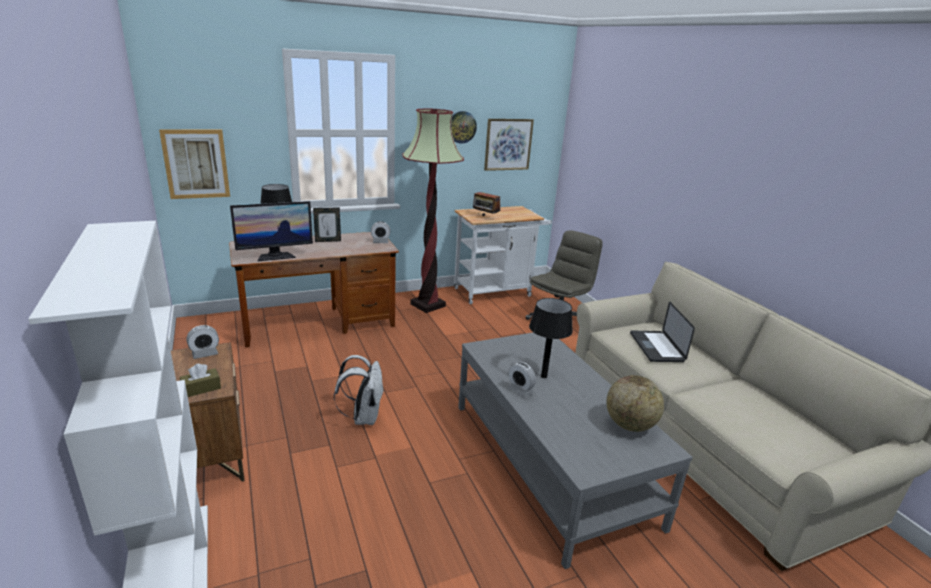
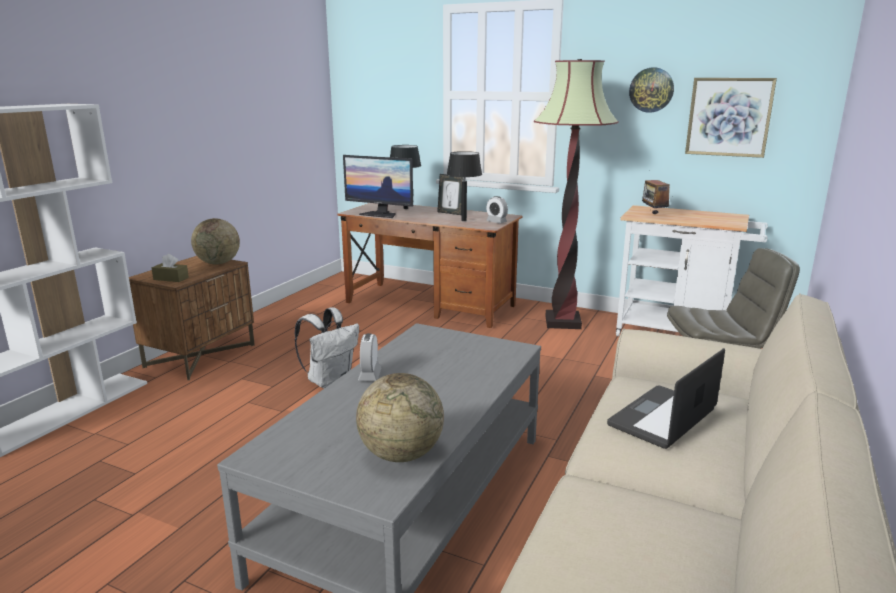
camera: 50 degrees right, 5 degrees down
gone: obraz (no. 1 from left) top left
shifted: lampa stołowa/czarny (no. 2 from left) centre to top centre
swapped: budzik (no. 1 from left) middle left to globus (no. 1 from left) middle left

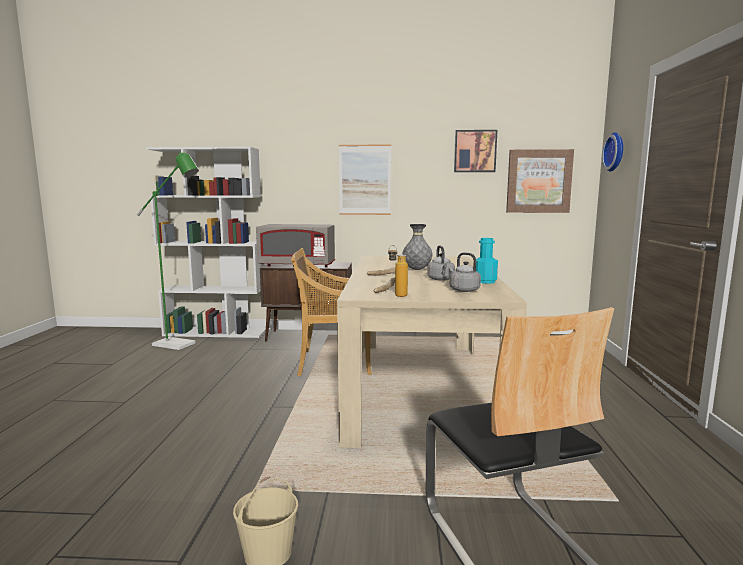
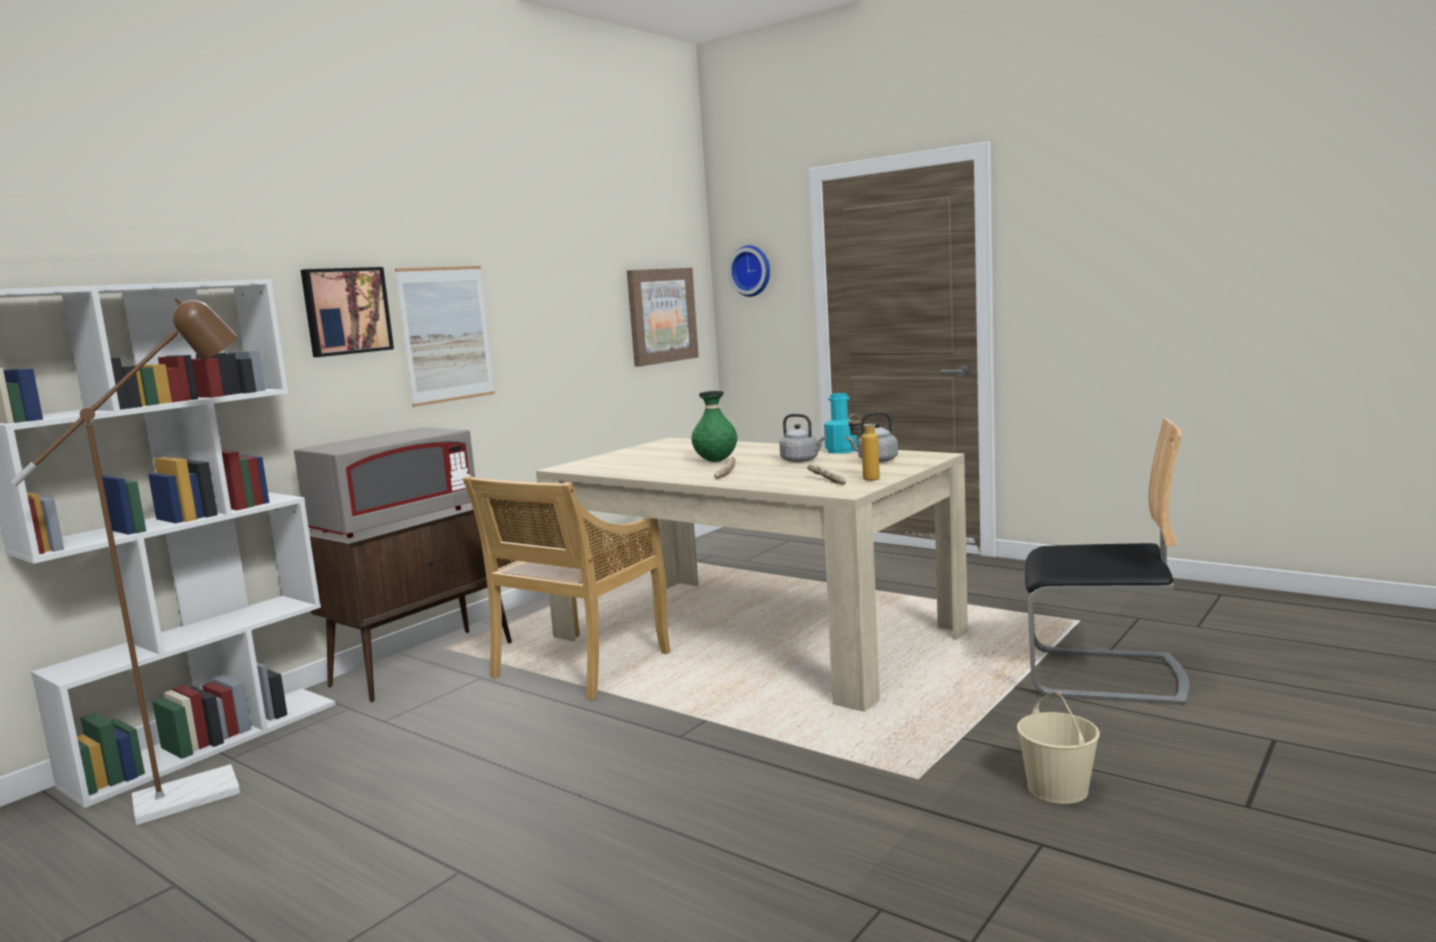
camera: 55 degrees left, 0 degrees up
shifted: obraz (no. 2 from left in the first image) top centre to obraz (no. 1 from left) top left
repainted: lampa stojąca/zielony middle left to lampa stojąca/brązowy middle left; wazon/szary centre to wazon/zielony centre

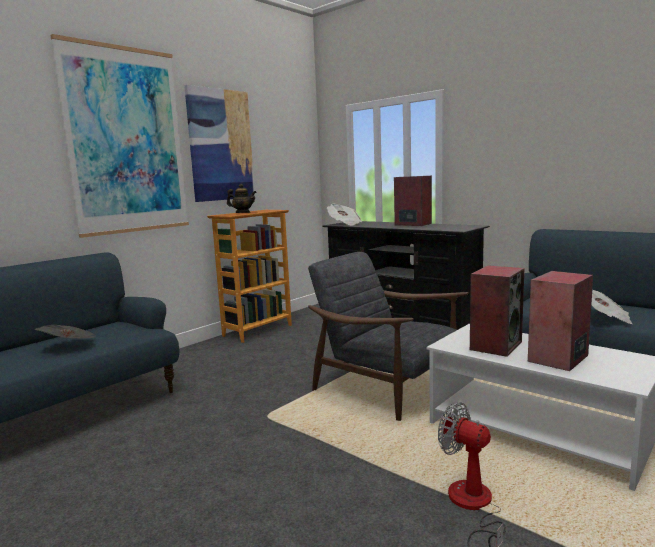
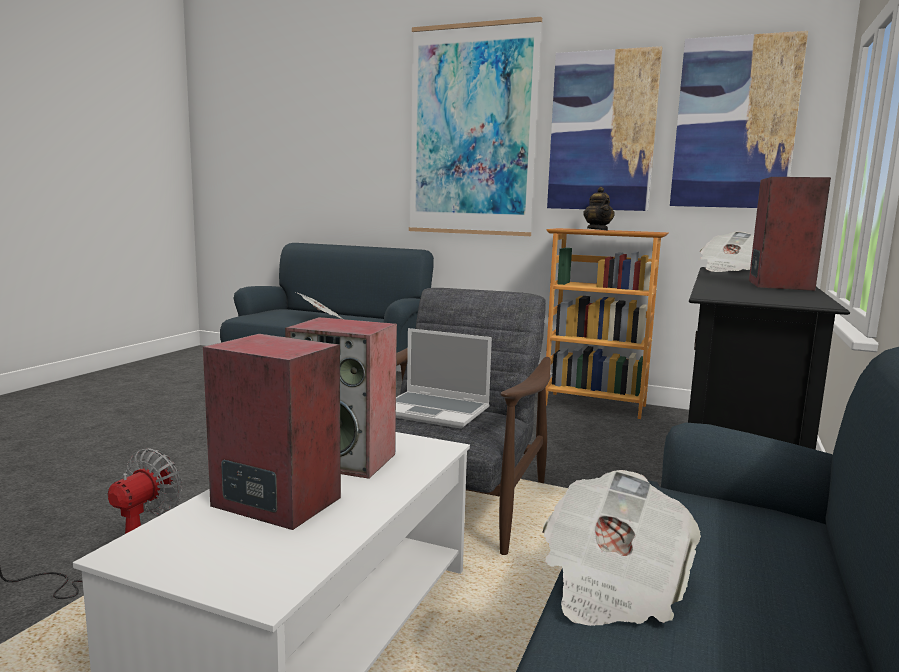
camera: 70 degrees right, 0 degrees up
new: laptop centre; obraz (no. 3 from left) top right

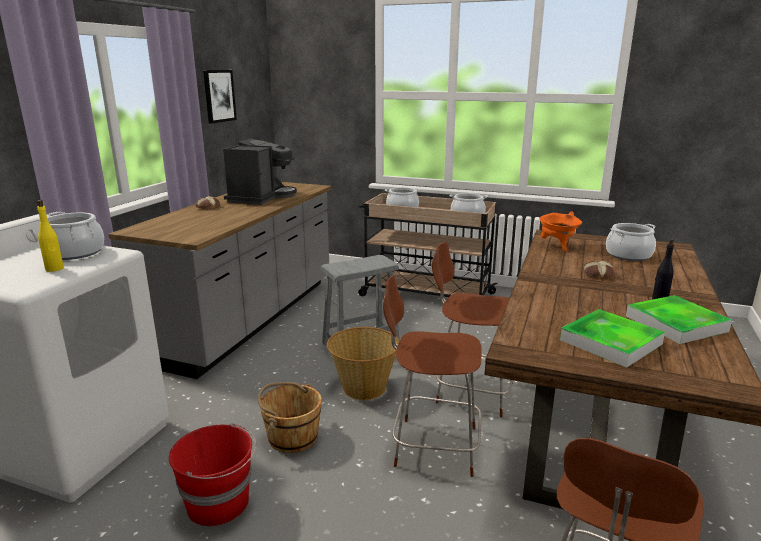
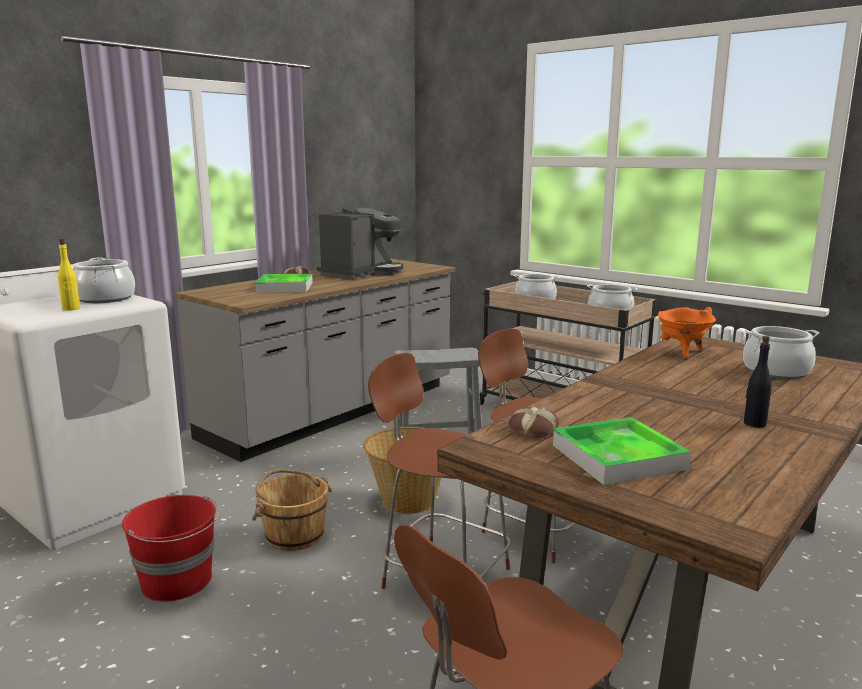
camera: 20 degrees right, 5 degrees down
gone: obraz top left
shifted: chleb (no. 2 from left) middle right to centre; taca (no. 2 from left in the first image) middle right to taca (no. 1 from left) middle left

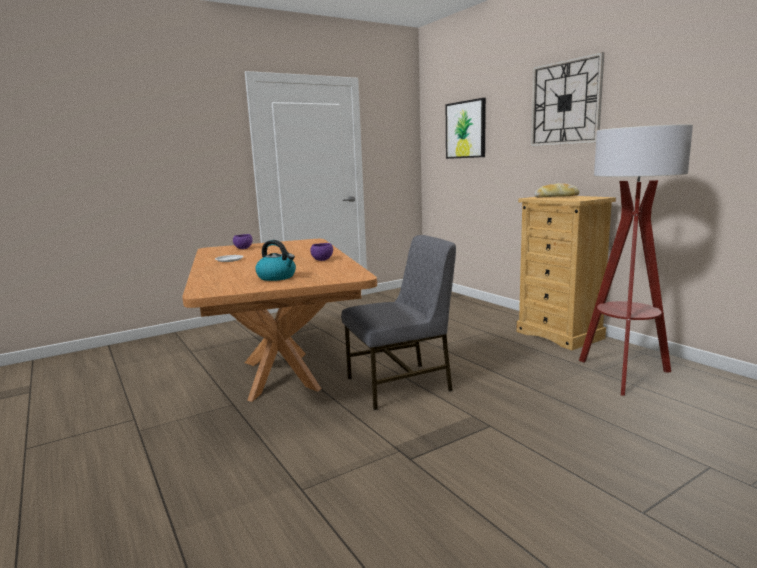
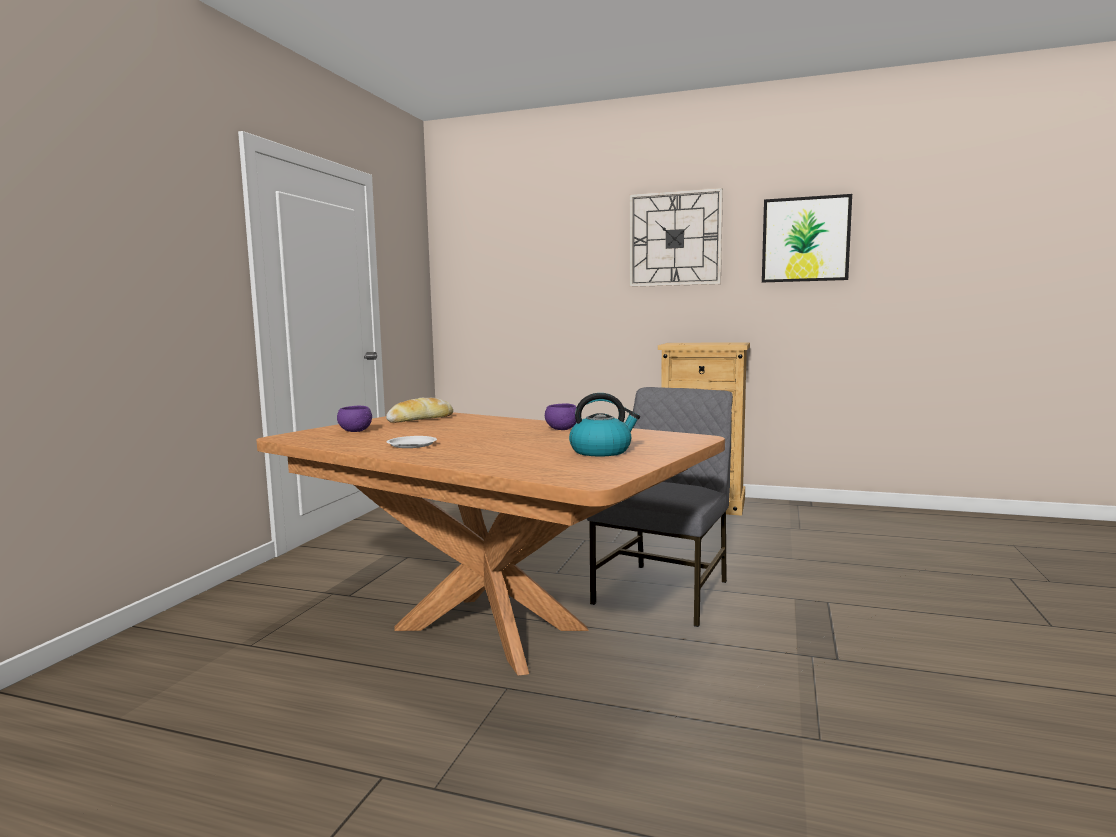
camera: 40 degrees left, 5 degrees down
gone: lampa stojąca middle right
shifted: obraz top centre to top right; chleb middle right to centre

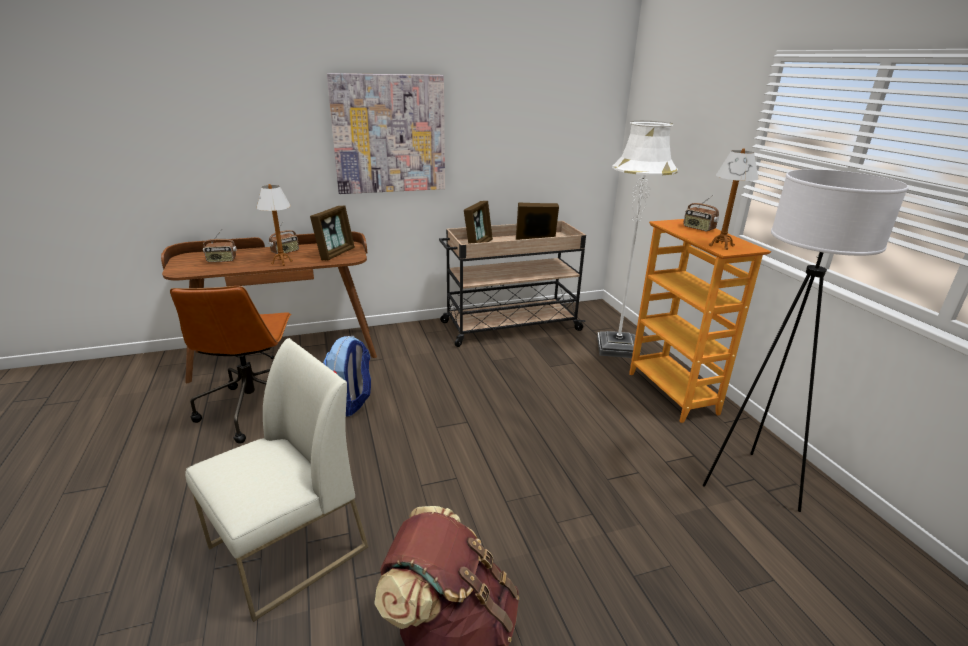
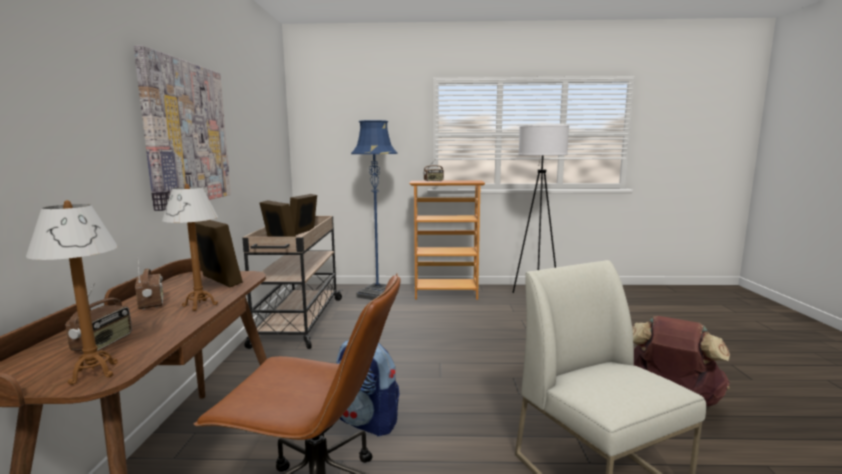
camera: 70 degrees left, 15 degrees down
shifted: lampa stołowa (no. 2 from left in the first image) top right to lampa stołowa (no. 1 from left) middle left
repainted: lampa stojąca/biały (no. 1 from left) centre to lampa stojąca/niebieski centre

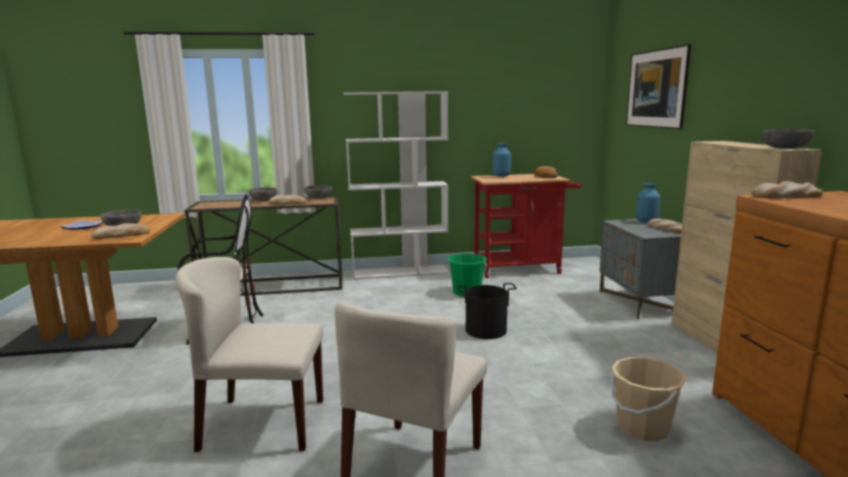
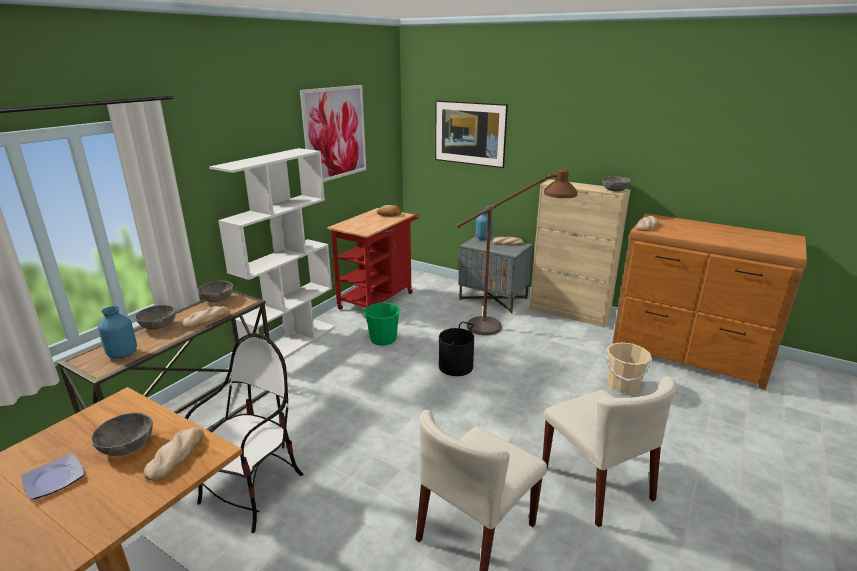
camera: 50 degrees left, 10 degrees up
new: obraz (no. 1 from left) top centre; lampa stojąca/brązowy centre
shifted: wazon/niebieski (no. 1 from left) centre to middle left

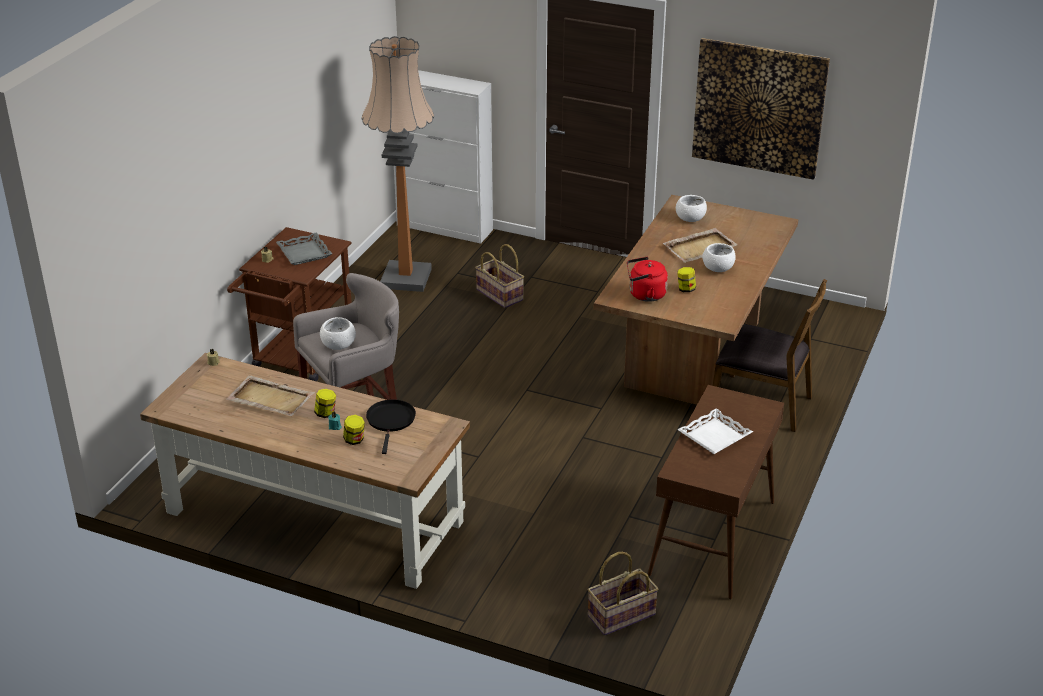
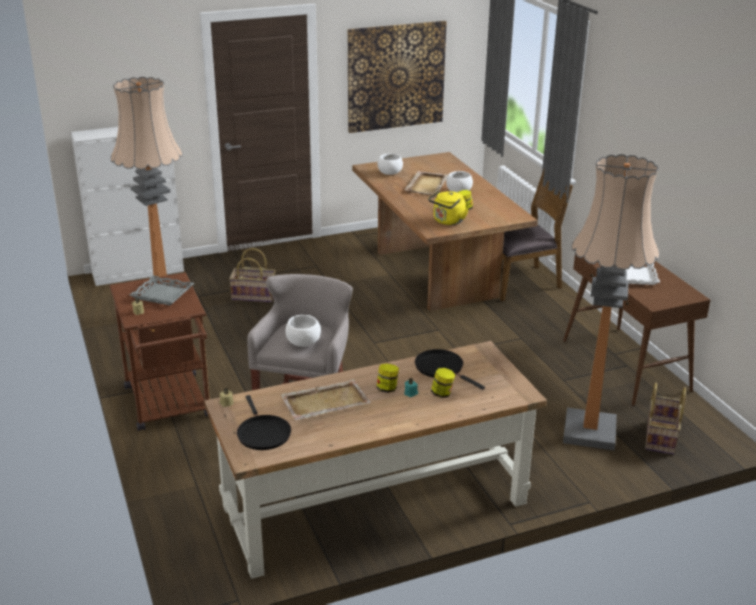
camera: 45 degrees left, 5 degrees down
new: patelnia/czarny (no. 1 from left) bottom centre; lampa stojąca (no. 2 from left) middle right
repainted: czajnik/czerwony centre to czajnik/żółty centre

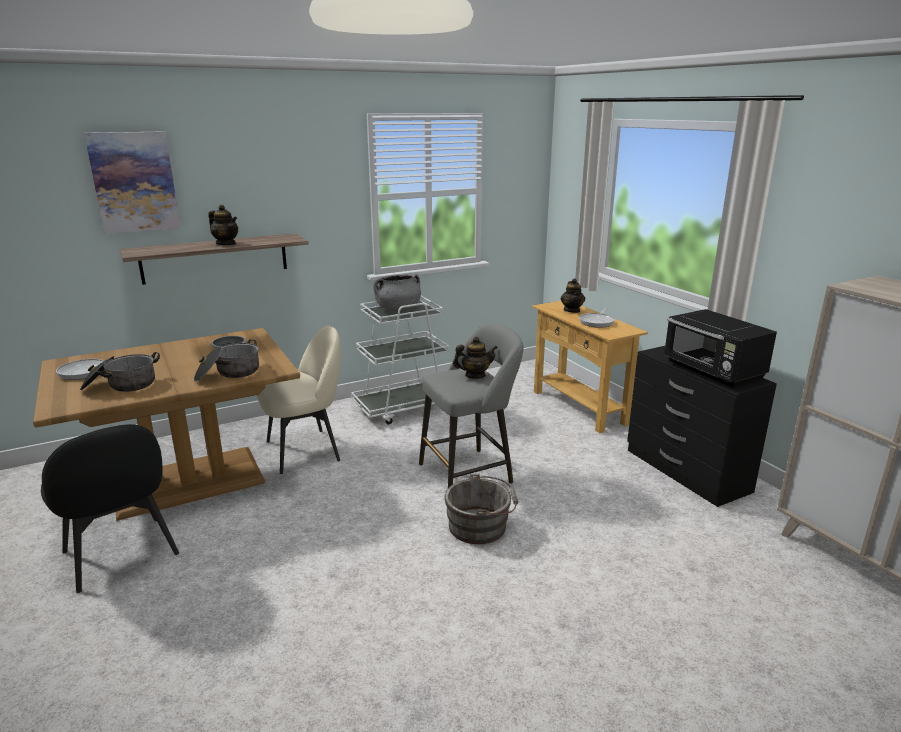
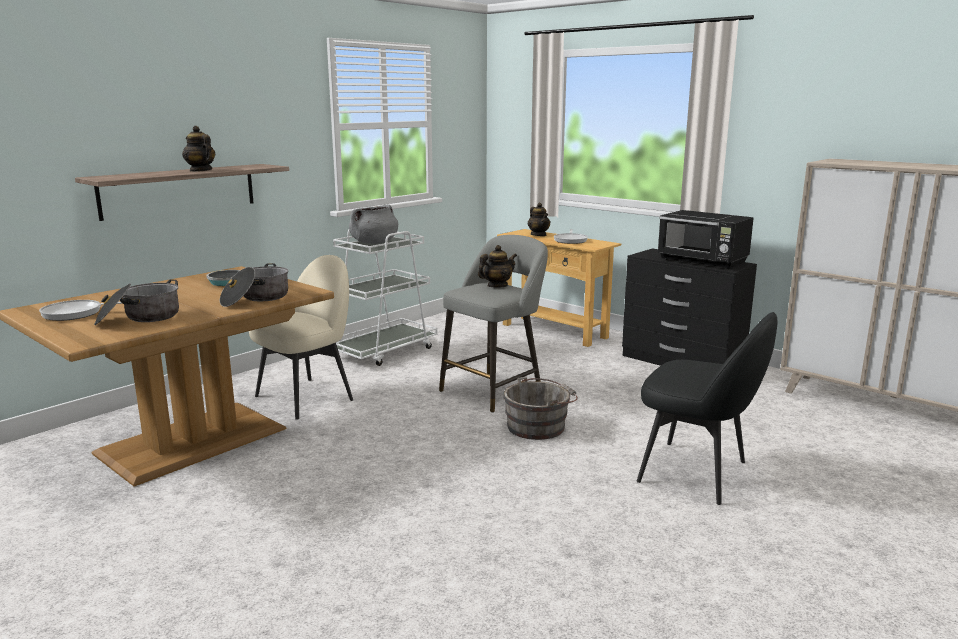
camera: 20 degrees left, 5 degrees down
gone: obraz top left
shifted: krzesło/czarny bottom left to middle right
rotated: imbryk (no. 1 from left) top left = top left 150 degrees counterclockwise

